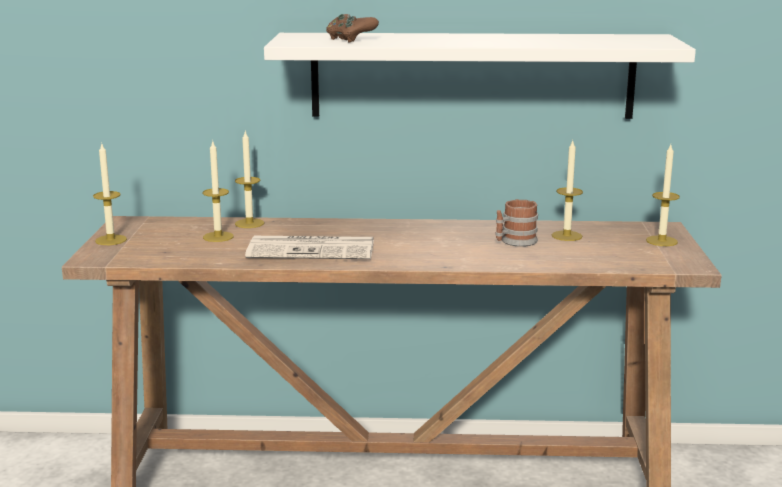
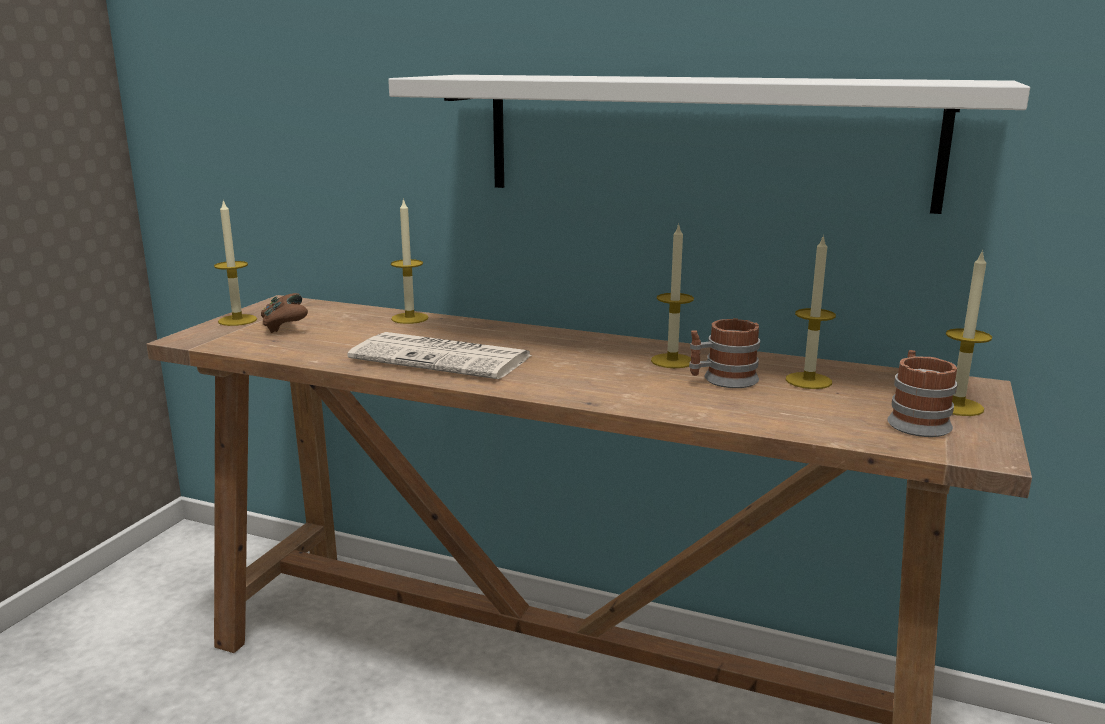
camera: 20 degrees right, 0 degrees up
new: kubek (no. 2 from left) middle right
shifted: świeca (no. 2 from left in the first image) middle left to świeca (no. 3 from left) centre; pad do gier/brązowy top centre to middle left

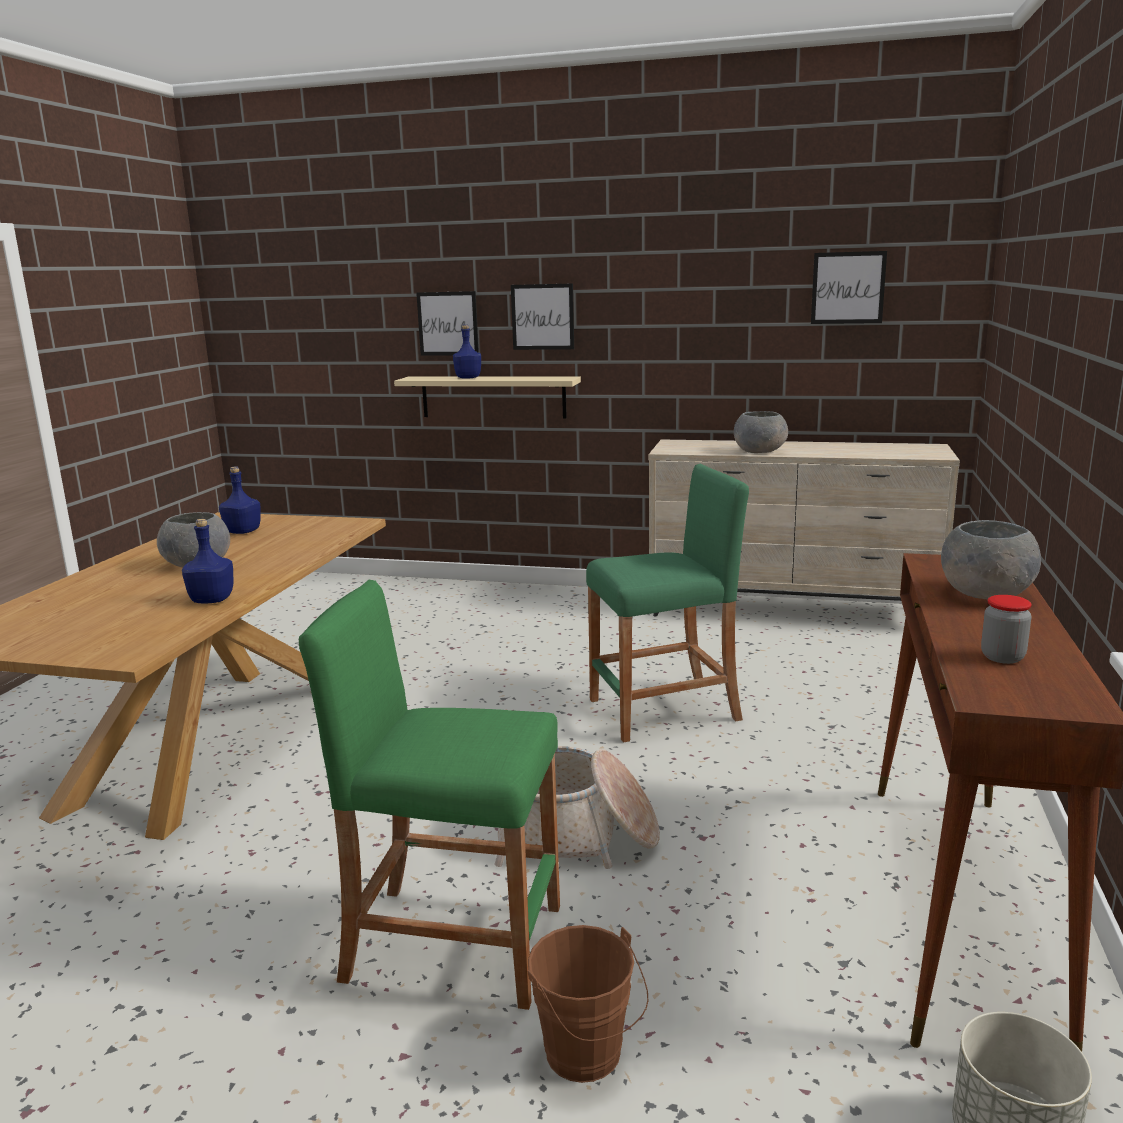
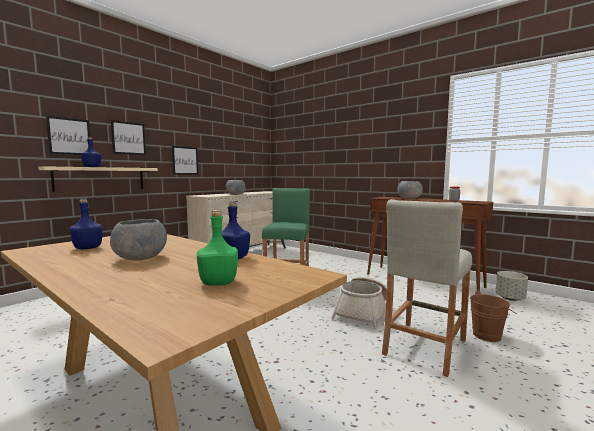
camera: 65 degrees left, 10 degrees down
new: butelka/zielony centre
shifted: obraz (no. 3 from left) top right to middle left
repainted: stołek/zielony (no. 1 from left) bottom centre to stołek/beżowy bottom right

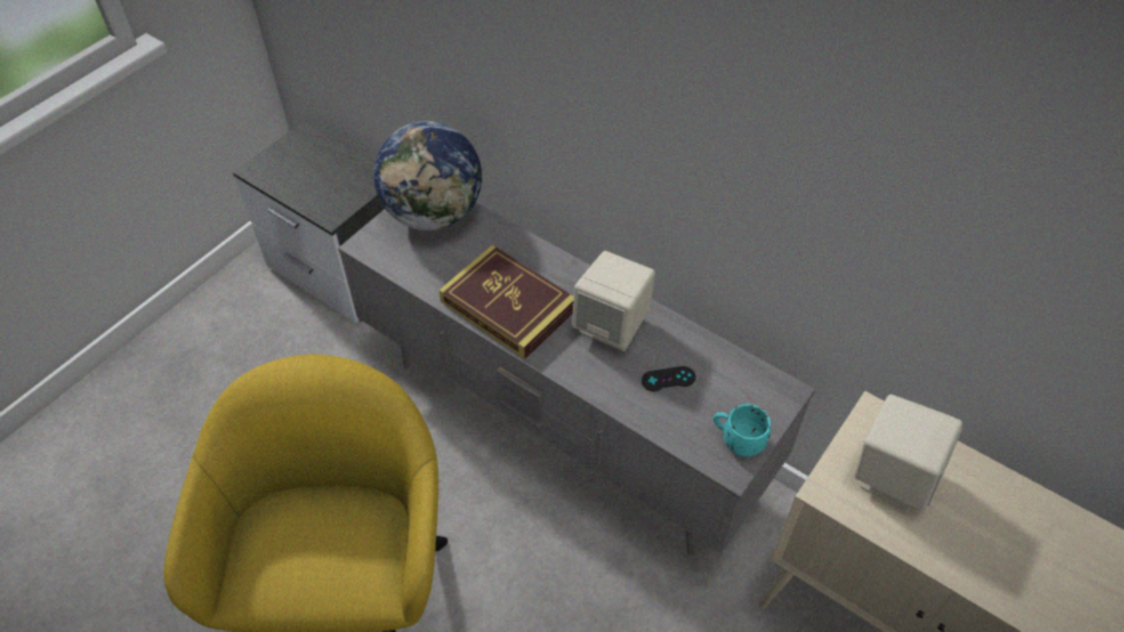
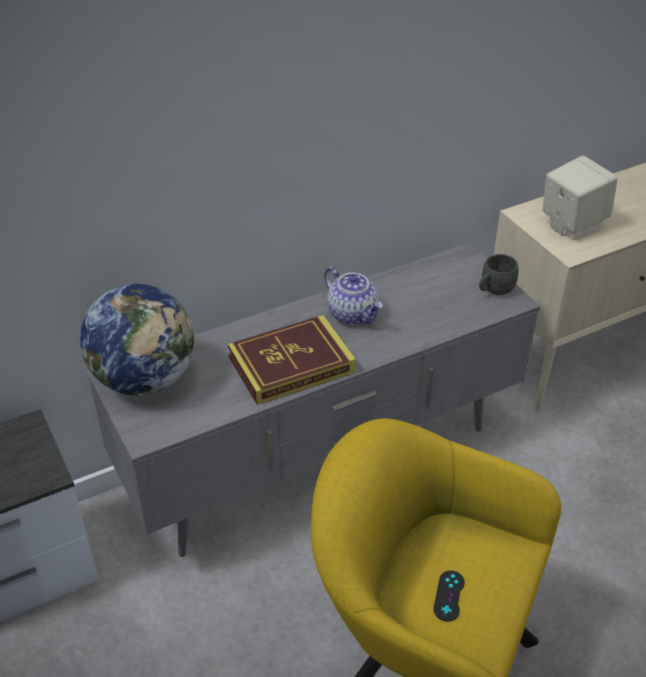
camera: 65 degrees left, 10 degrees down
shifted: pad do gier/czarny centre to bottom right
swapped: głośnik/beżowy (no. 1 from left) centre to imbryk centre
repainted: kubek/turkusowy bottom centre to kubek/szary middle right

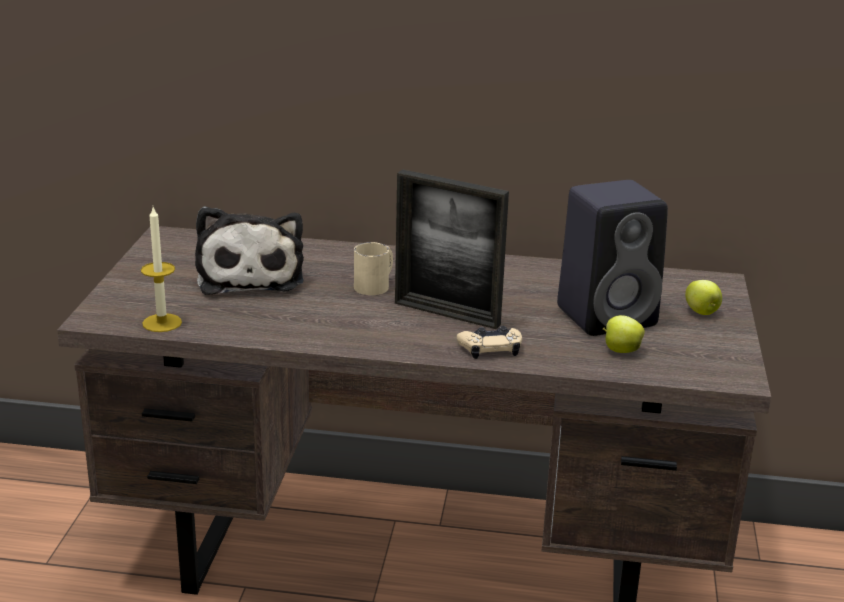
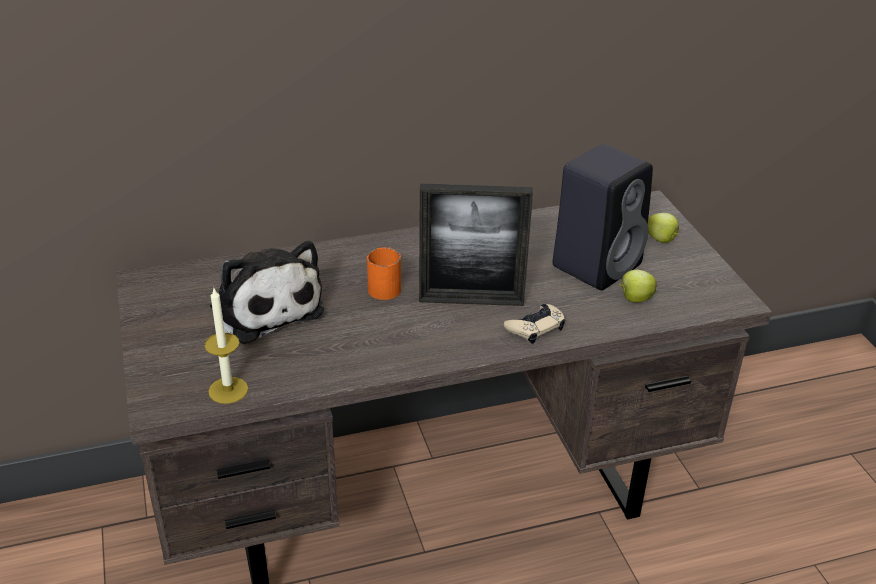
camera: 25 degrees left, 10 degrees up
repainted: kubek/beżowy centre to kubek/pomarańczowy centre

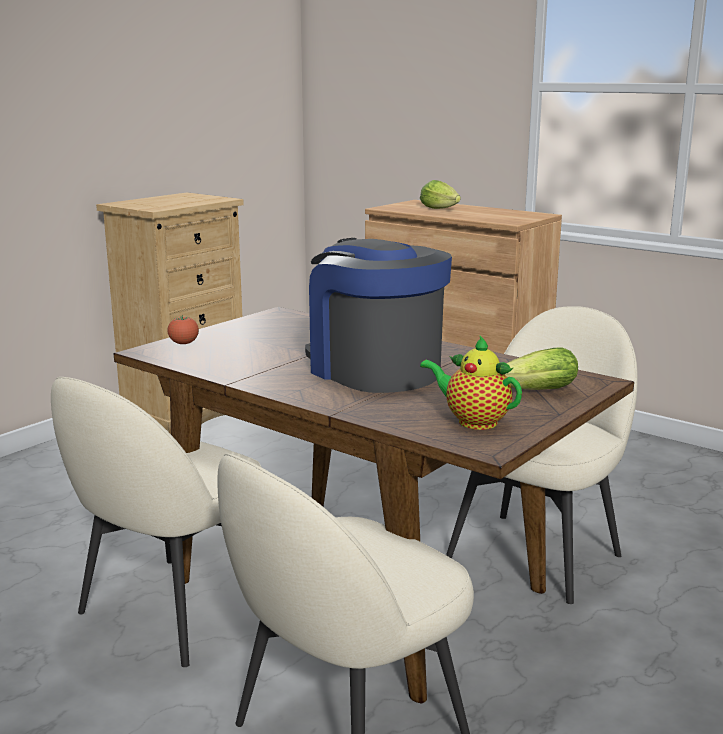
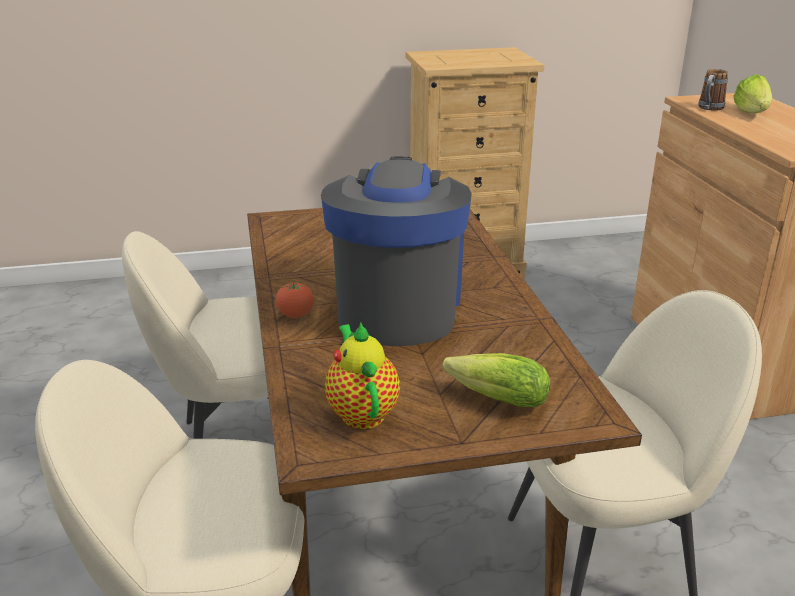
camera: 40 degrees right, 10 degrees up
new: kubek top right
shifted: pomidor middle left to centre

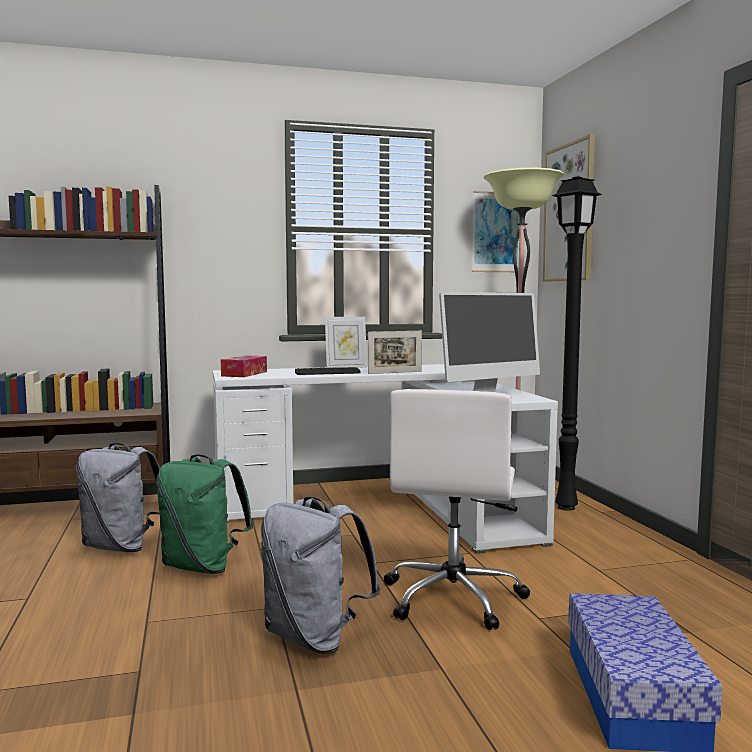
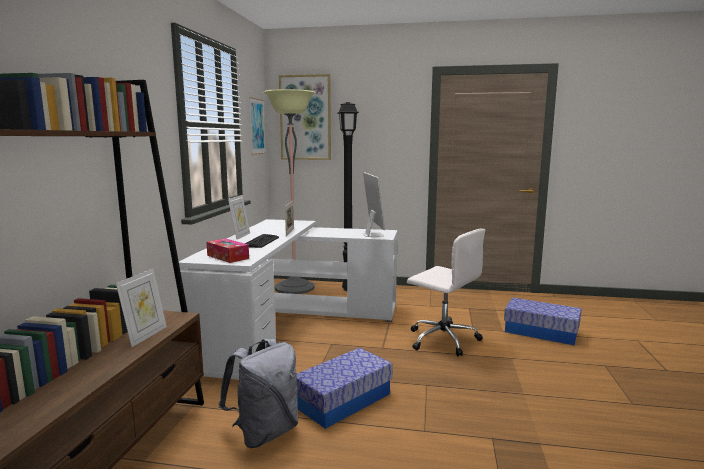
camera: 65 degrees left, 5 degrees up
gone: plecak/szary (no. 2 from left) bottom centre
new: ramka na zdjęcie (no. 1 from left) middle left
swapped: plecak/zielony bottom left to pojemnik do przechowywania (no. 1 from left) bottom centre

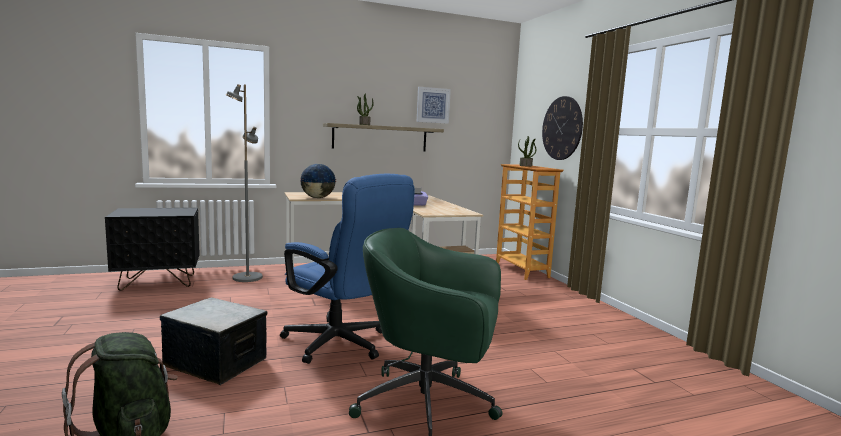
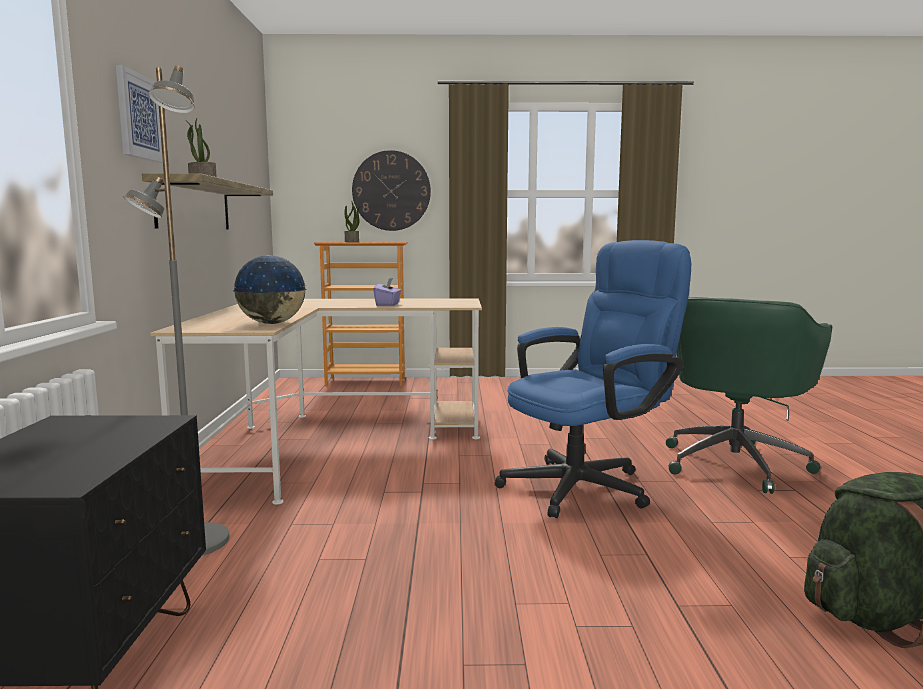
camera: 70 degrees left, 0 degrees up
gone: pojemnik do przechowywania bottom left
shifted: obraz top centre to top left

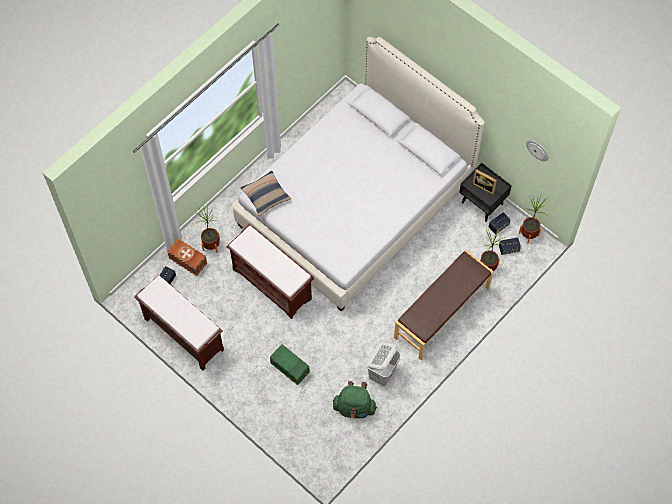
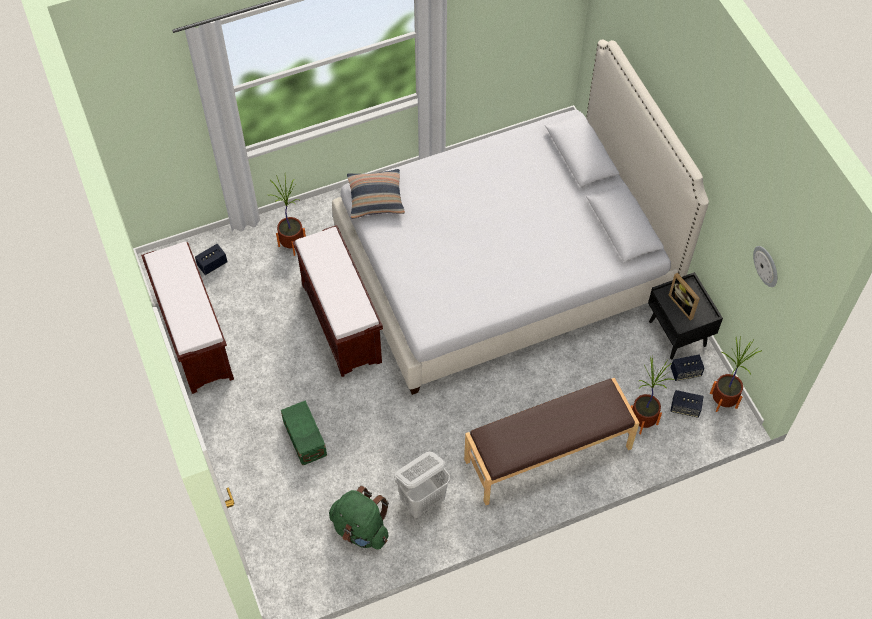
camera: 25 degrees right, 5 degrees down
gone: pojemnik do przechowywania/brązowy middle left

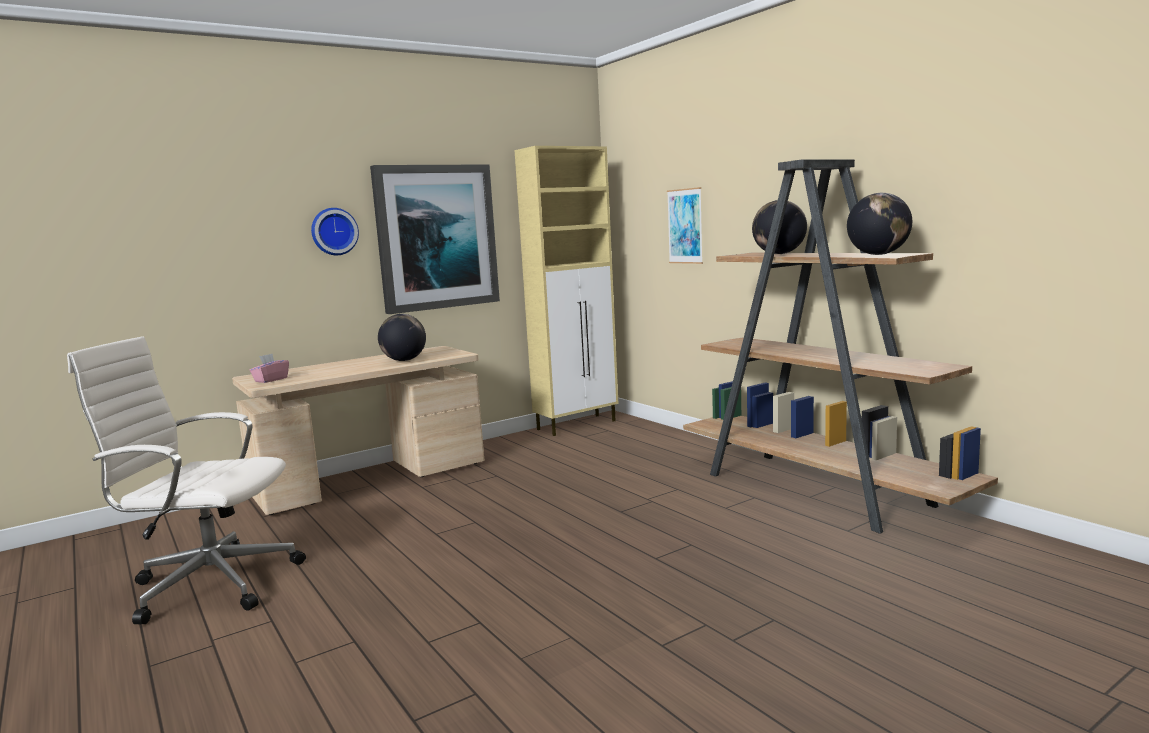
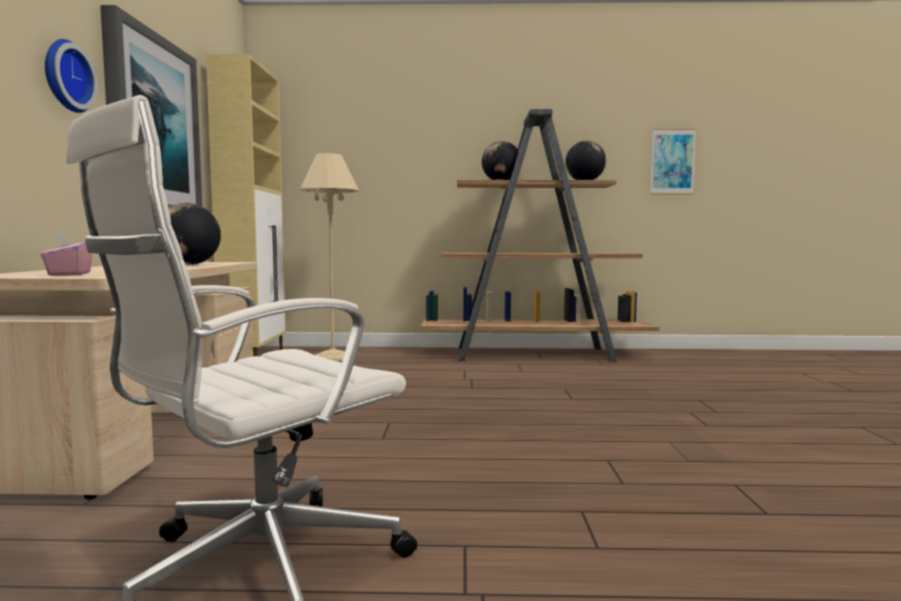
camera: 55 degrees left, 5 degrees down
new: lampa stojąca/beżowy centre
shifted: obraz (no. 2 from left) top centre to top right

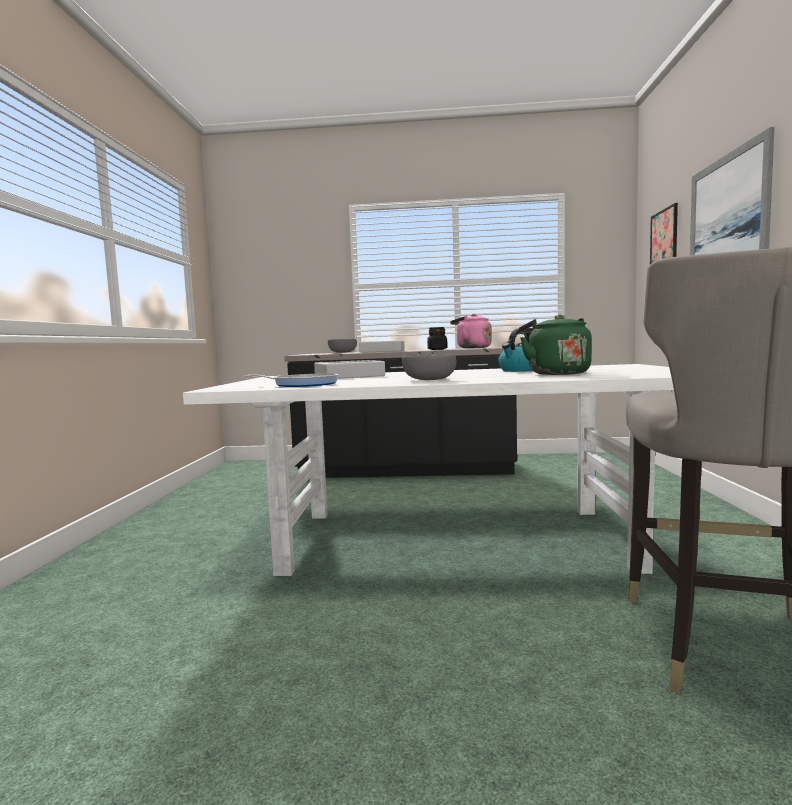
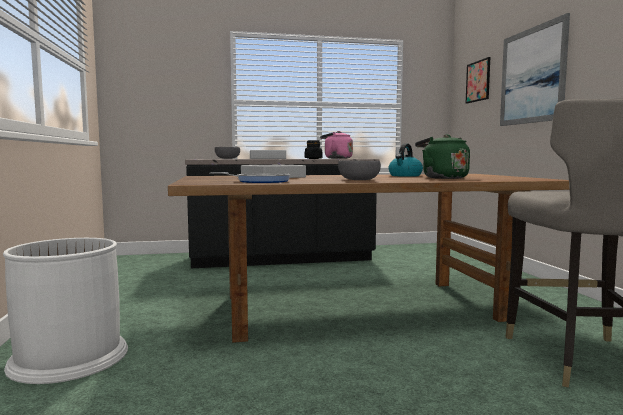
camera: 15 degrees left, 0 degrees up
new: kosz na śmieci/biały bottom left
repainted: stół jadalny/biały centre to stół jadalny/brązowy centre

